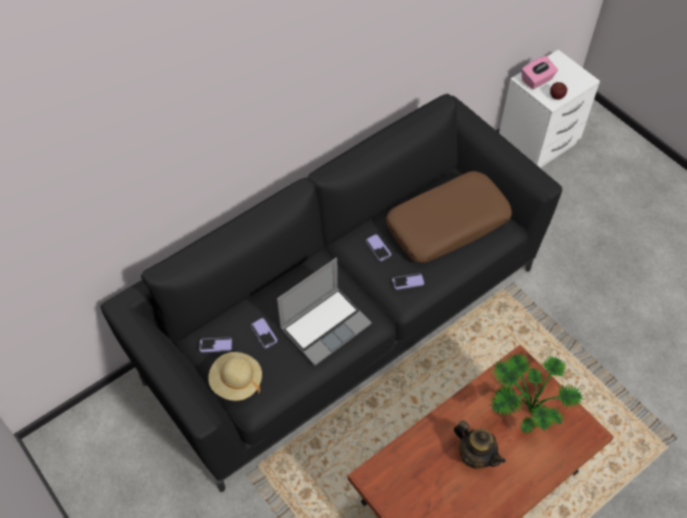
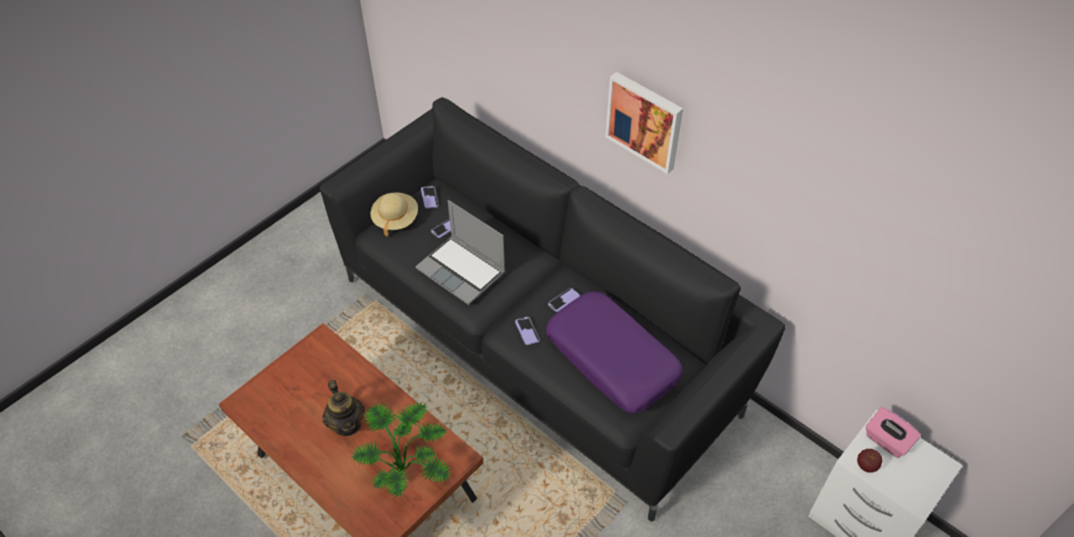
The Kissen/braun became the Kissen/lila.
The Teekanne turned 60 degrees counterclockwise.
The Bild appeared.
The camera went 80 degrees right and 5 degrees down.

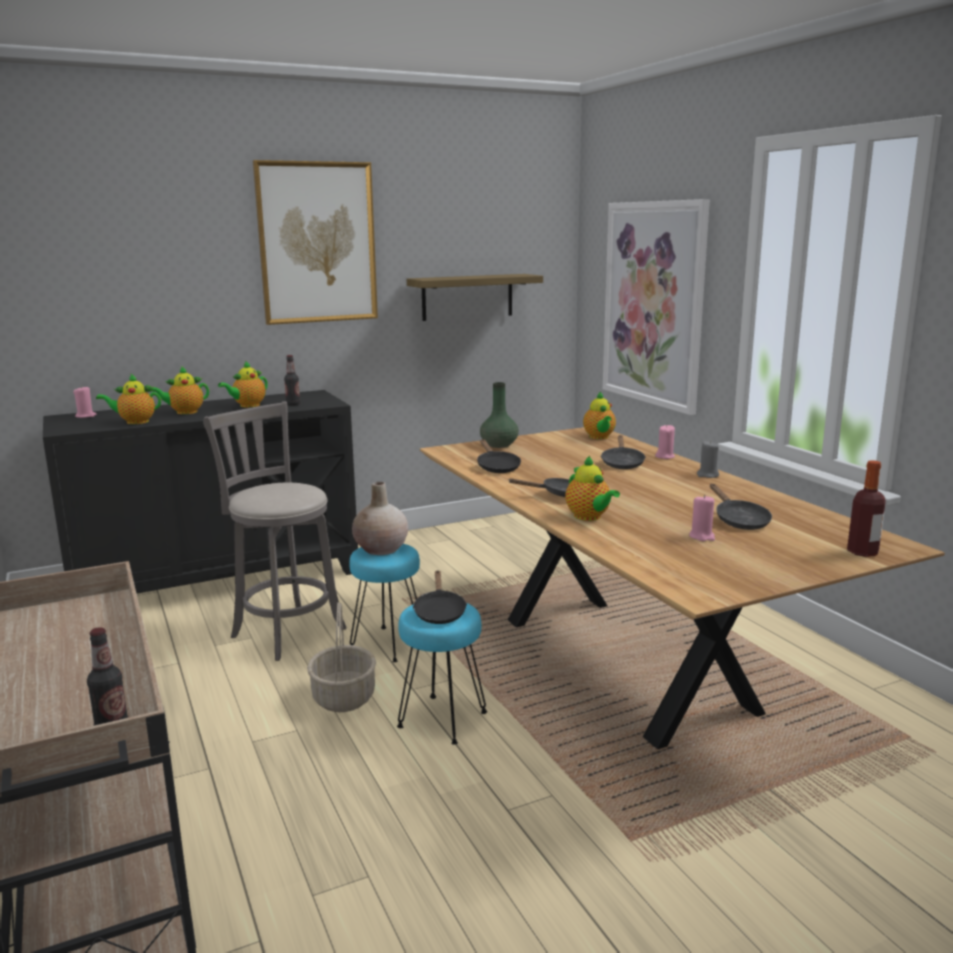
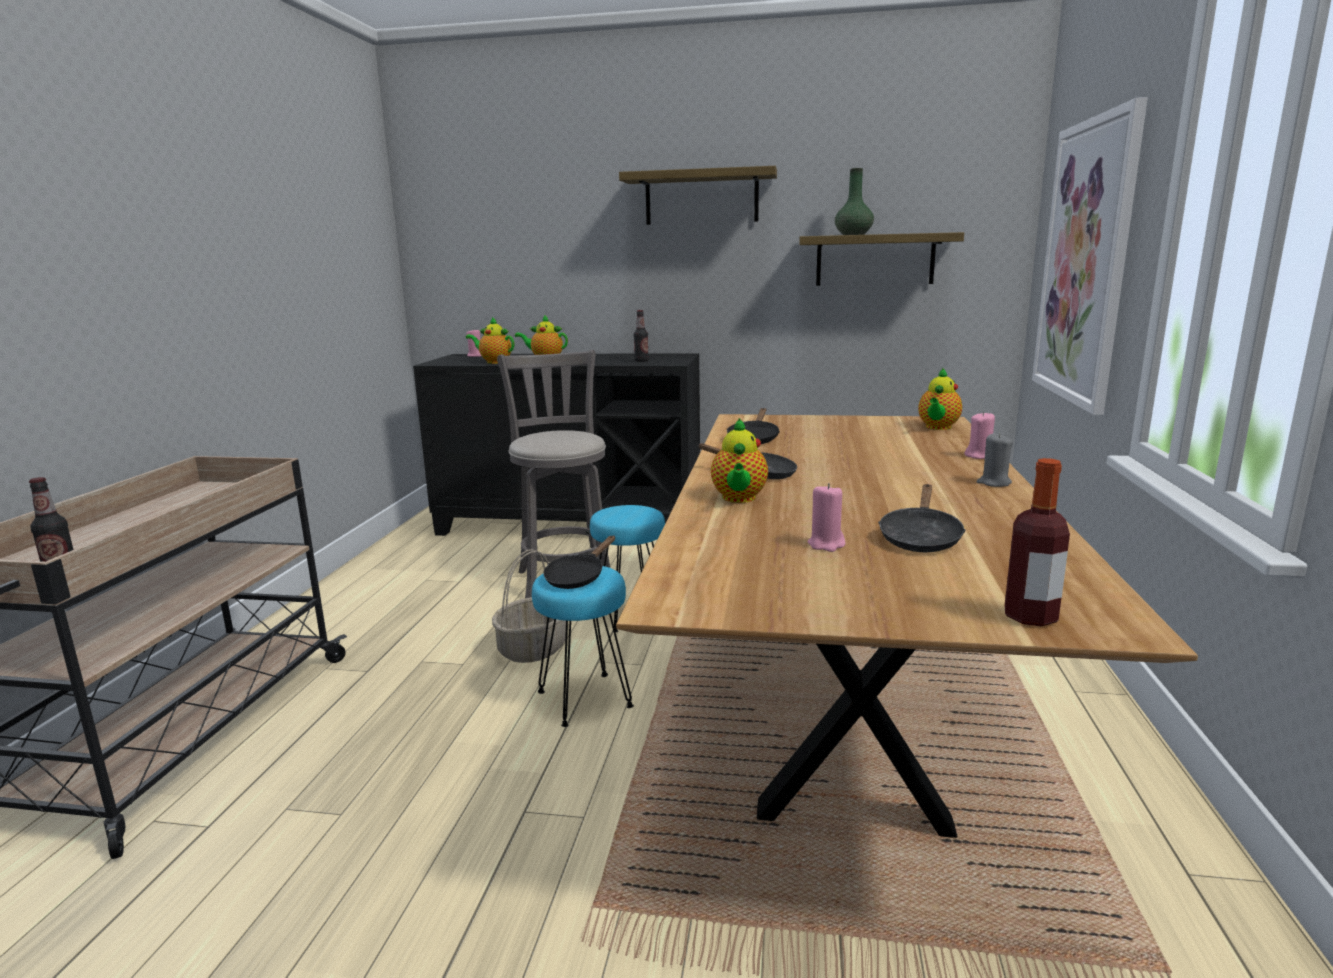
The Bild (no. 1 from left) was replaced by the Wandregal (no. 1 from left).
The Teekanne (no. 3 from left) disappeared.
The Vase/grün moved.
The Pfanne/schwarz (no. 4 from left) disappeared.
The Vase/beige disappeared.
The camera went 35 degrees right and 0 degrees up.

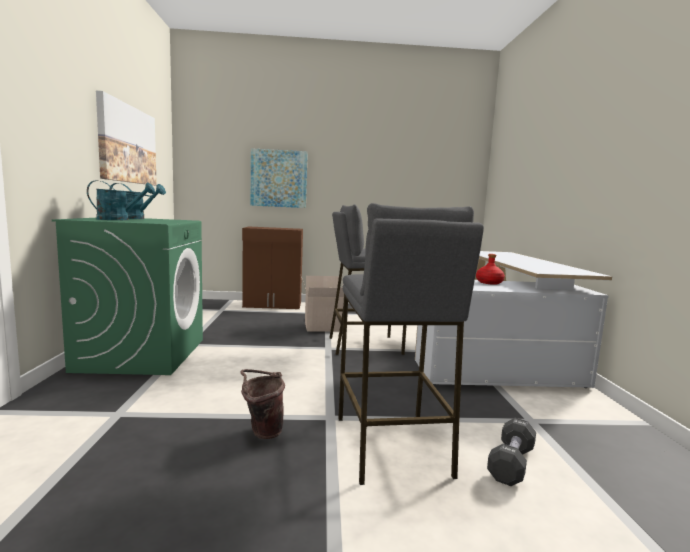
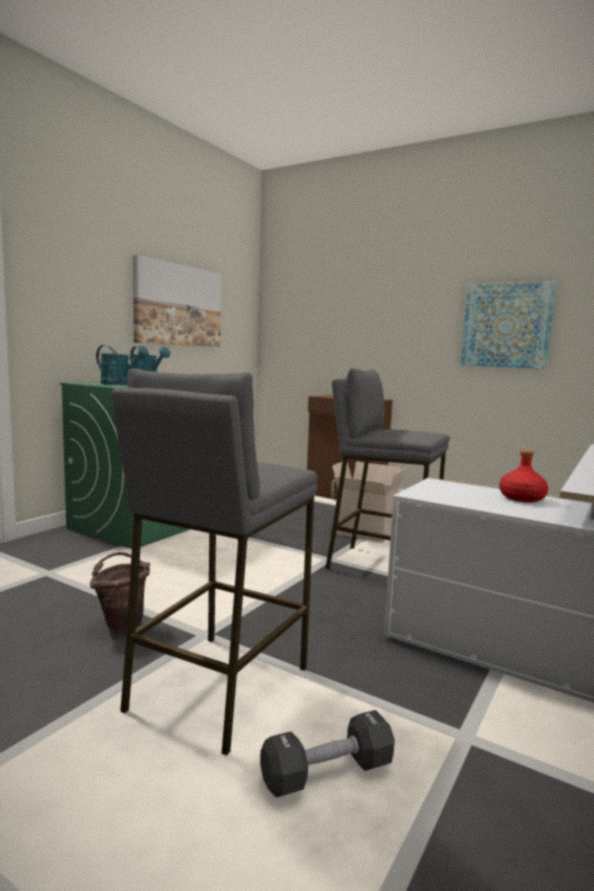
The Bild (no. 2 from left) moved.
The camera went 35 degrees right and 0 degrees up.

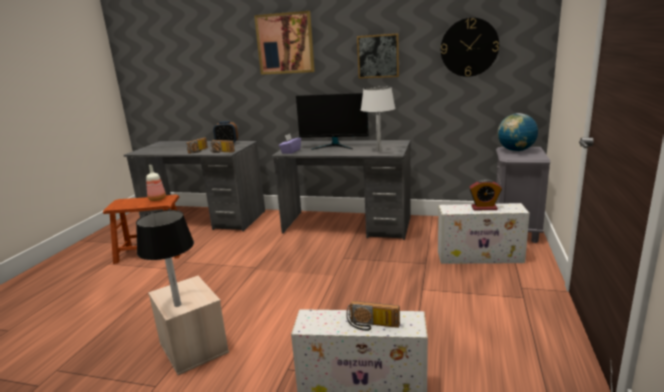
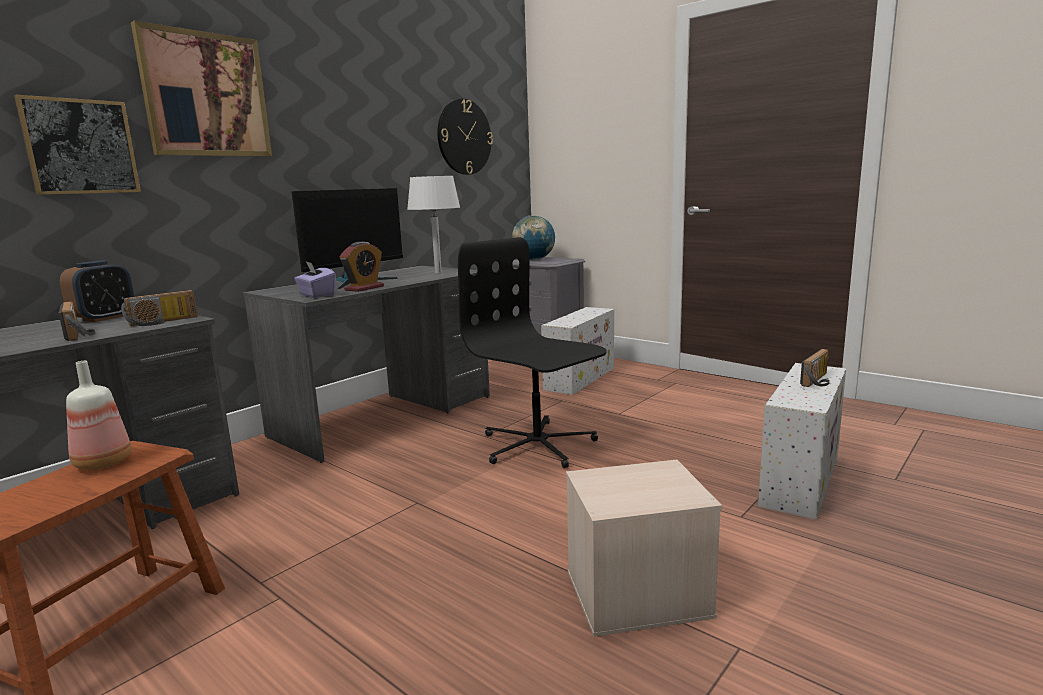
The Bild (no. 2 from left in the first image) moved.
The Wecker (no. 2 from left) moved.
The Tischlampe/schwarz disappeared.
The Bürostuhl/schwarz appeared.
The camera went 65 degrees left and 5 degrees down.

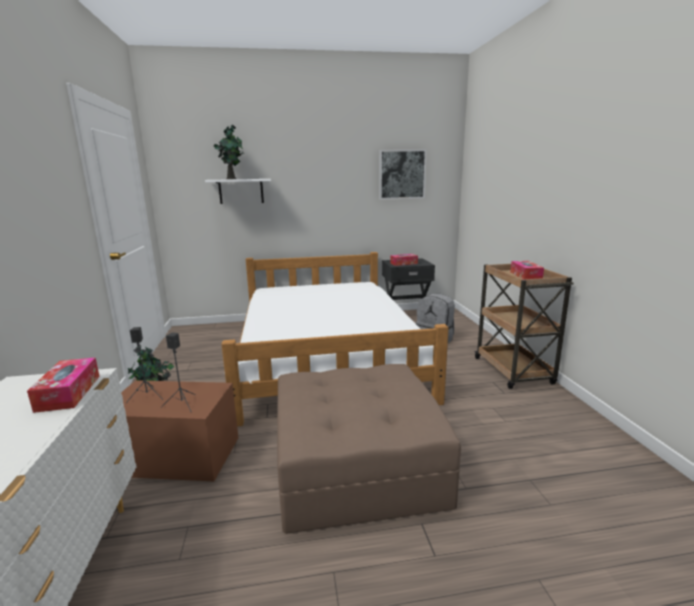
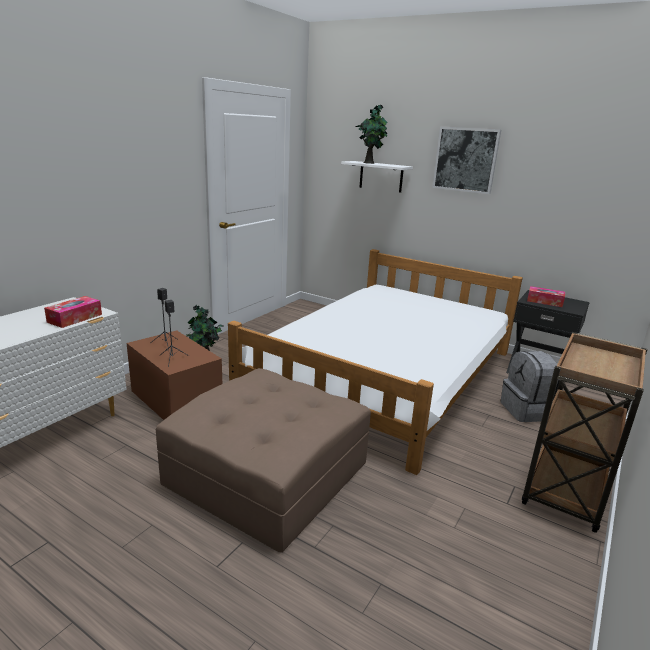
The Bild moved.
The Taschentuchbox (no. 3 from left) disappeared.
The camera went 40 degrees right and 5 degrees up.

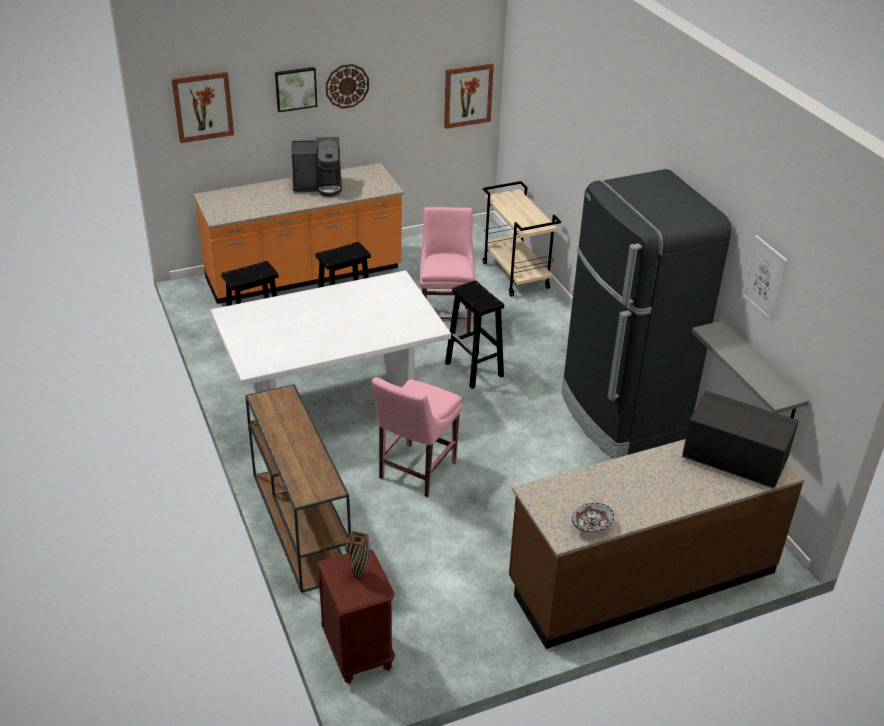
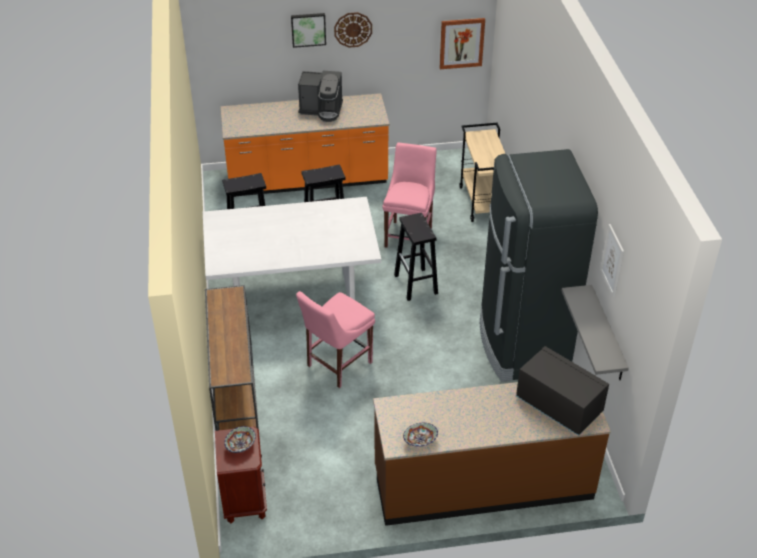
The Bild (no. 1 from left) disappeared.
The Vase/braun was replaced by the Schüssel (no. 1 from left).
The camera went 15 degrees right and 5 degrees up.

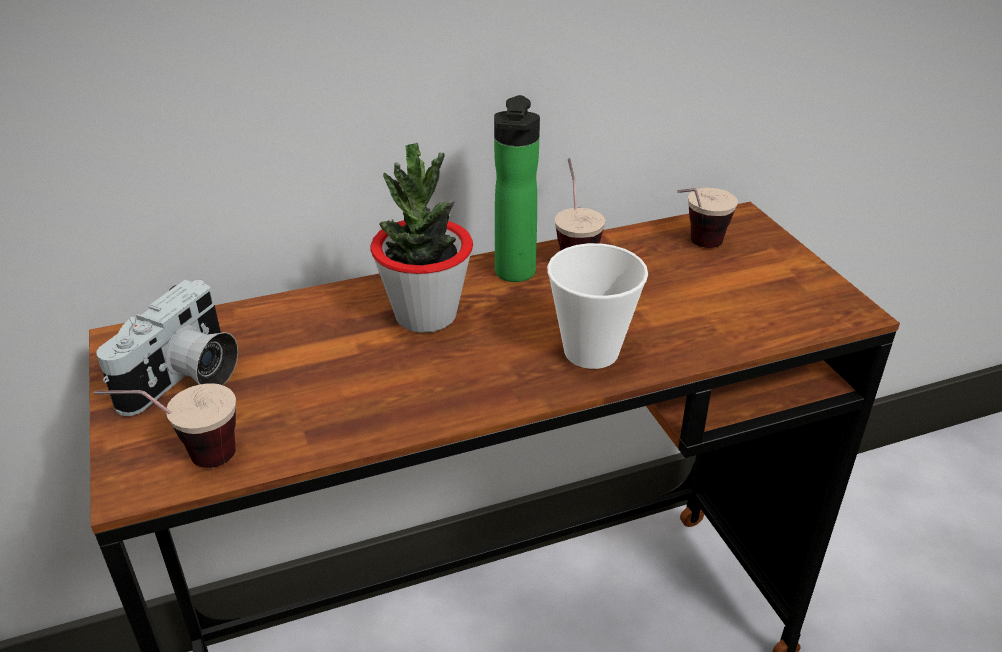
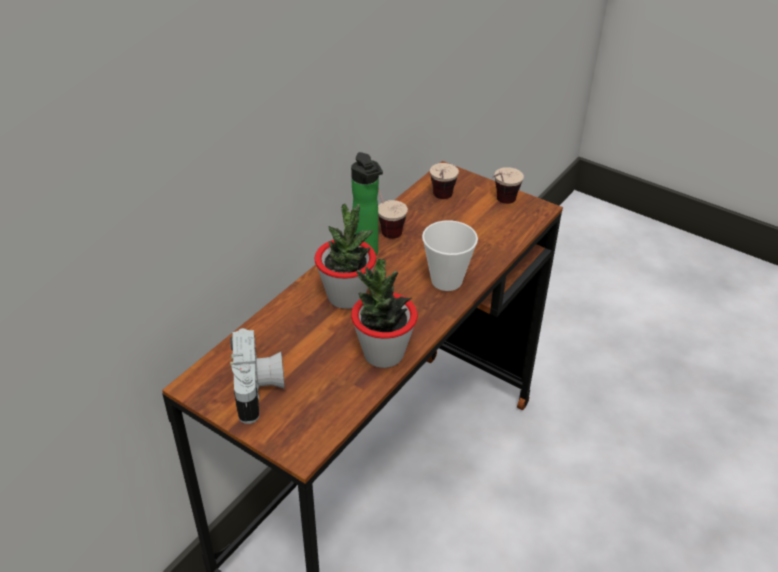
The Tasse (no. 1 from left in the first image) moved.
The Topfpflanze (no. 2 from left) appeared.
The camera went 35 degrees left and 5 degrees up.

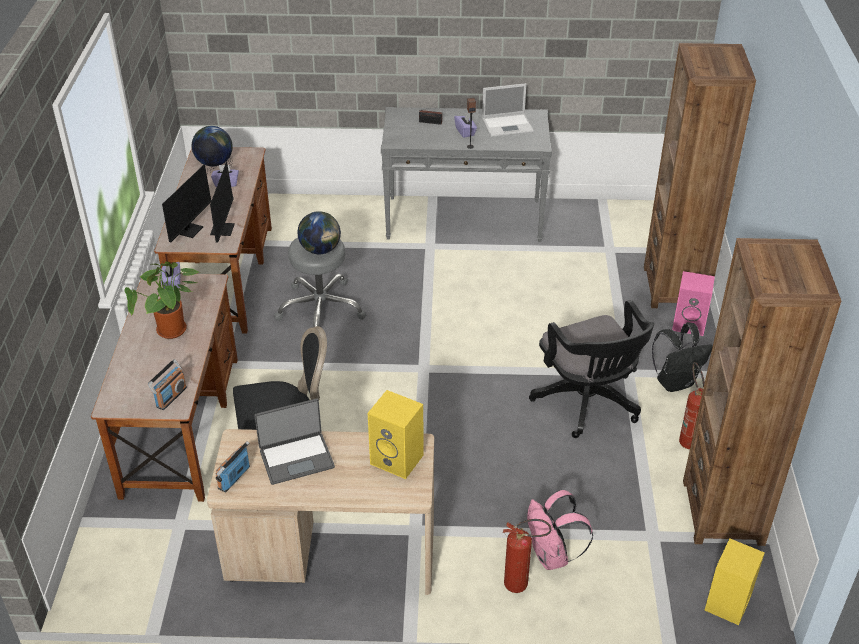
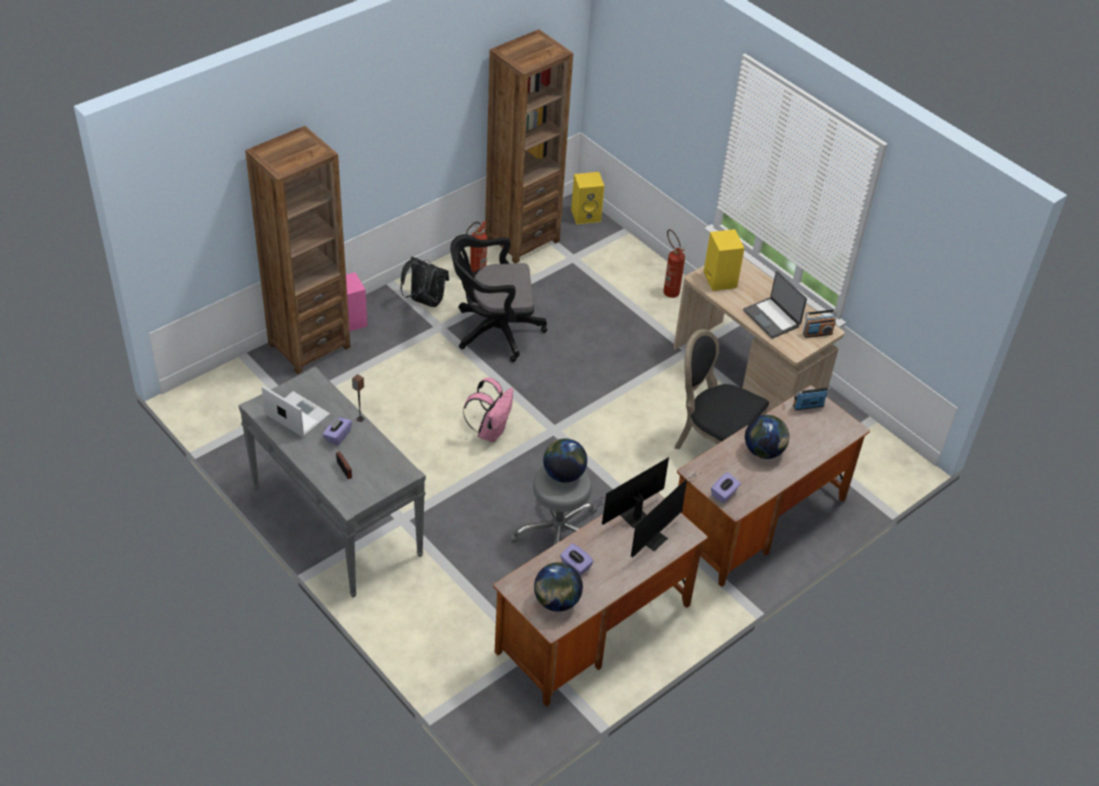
The Monitor (no. 1 from left in the first image) turned 150 degrees clockwise.
The Topfpflanze was replaced by the Globus (no. 3 from left).
The Bürostuhl/schwarz turned 120 degrees counterclockwise.
The Laptop (no. 1 from left in the first image) turned 150 degrees counterclockwise.
The Rucksack/rosa moved.
The camera went 135 degrees left and 5 degrees up.

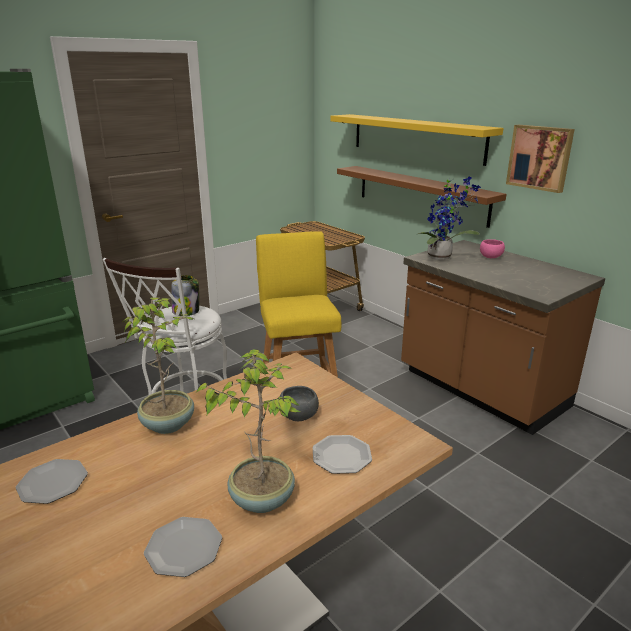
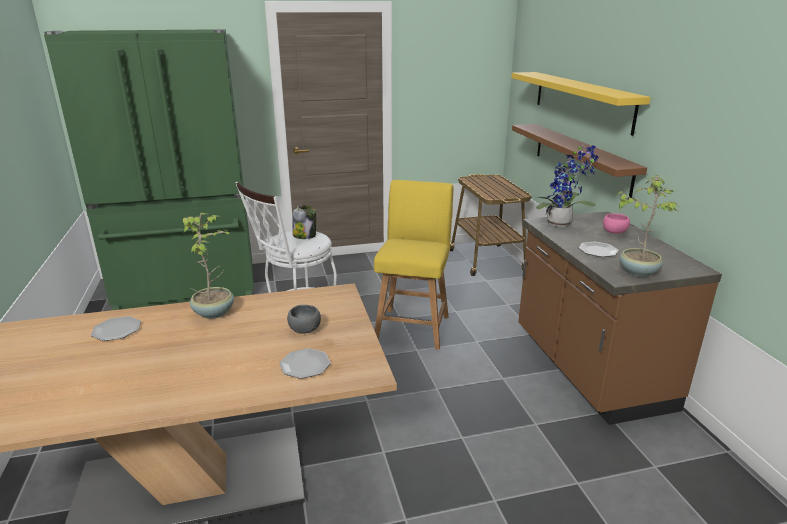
The Bild disappeared.
The Topfpflanze (no. 2 from left in the first image) moved.
The Teller (no. 2 from left in the first image) moved.
The camera went 25 degrees right and 0 degrees up.

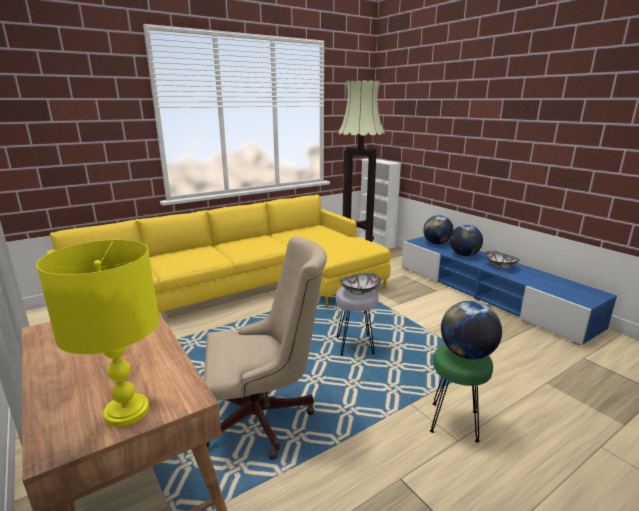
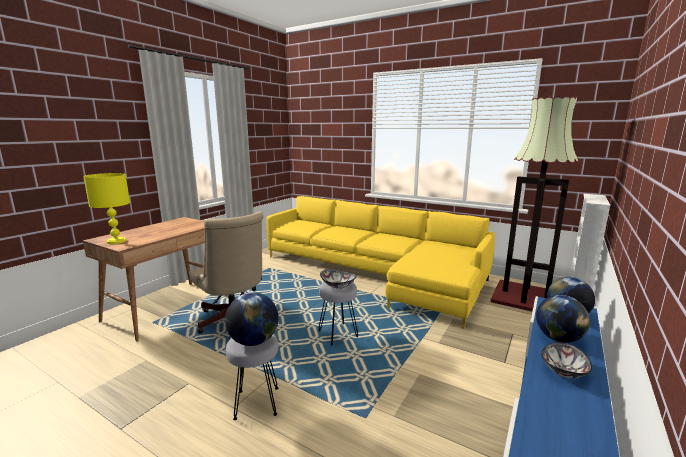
The Hocker/grün became the Hocker/grau (no. 1 from left).
The camera went 65 degrees right and 5 degrees down.

